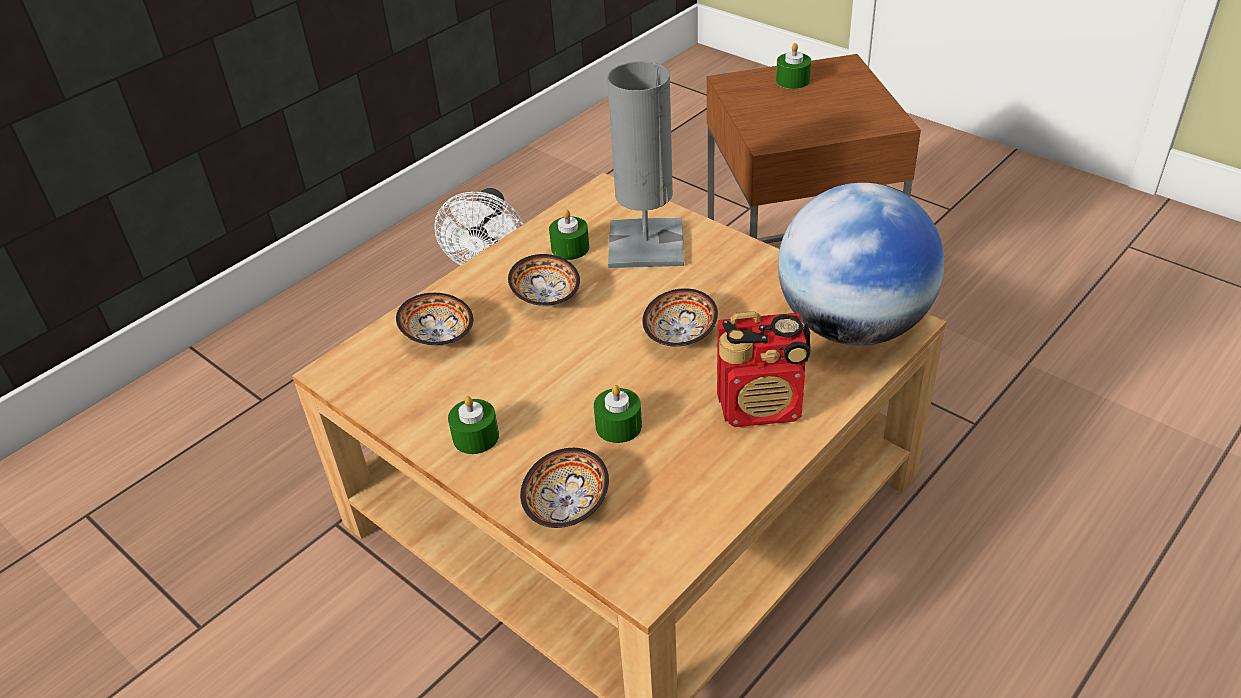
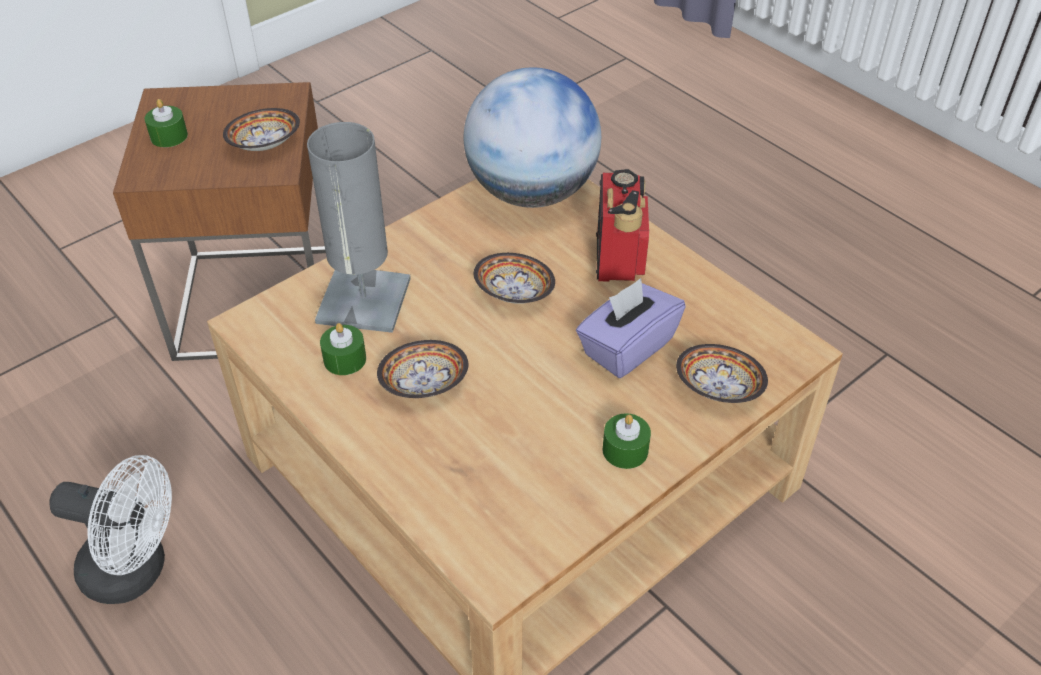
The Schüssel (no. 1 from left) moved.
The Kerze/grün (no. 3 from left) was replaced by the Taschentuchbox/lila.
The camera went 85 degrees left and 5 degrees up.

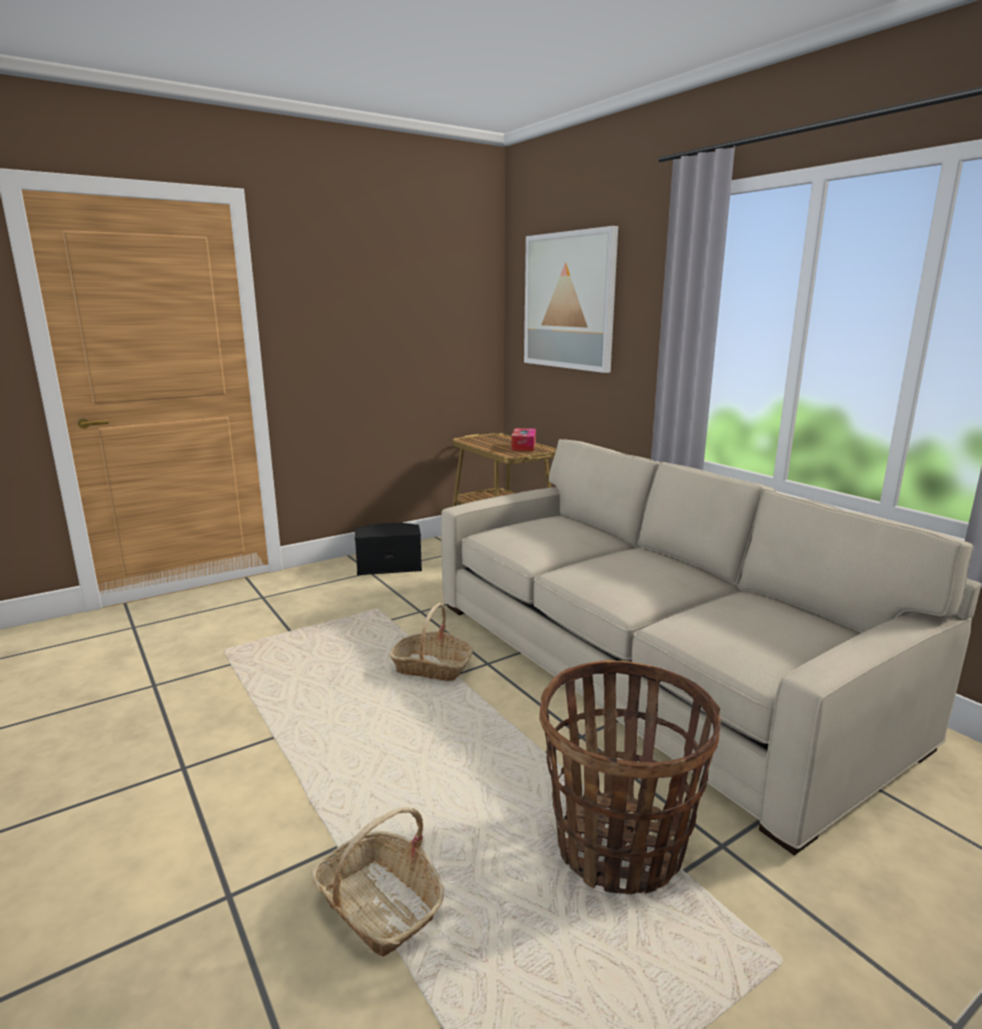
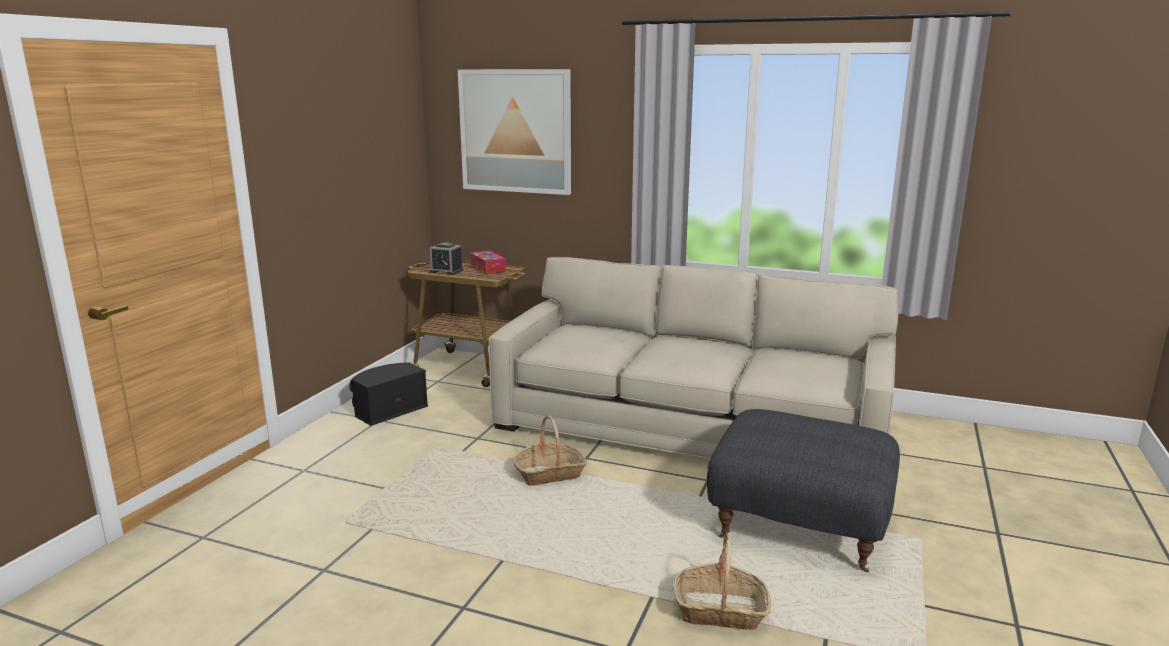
The Korb (no. 3 from left) was replaced by the Polsterhocker/grau.
The Wecker appeared.
The camera went 35 degrees left and 0 degrees up.

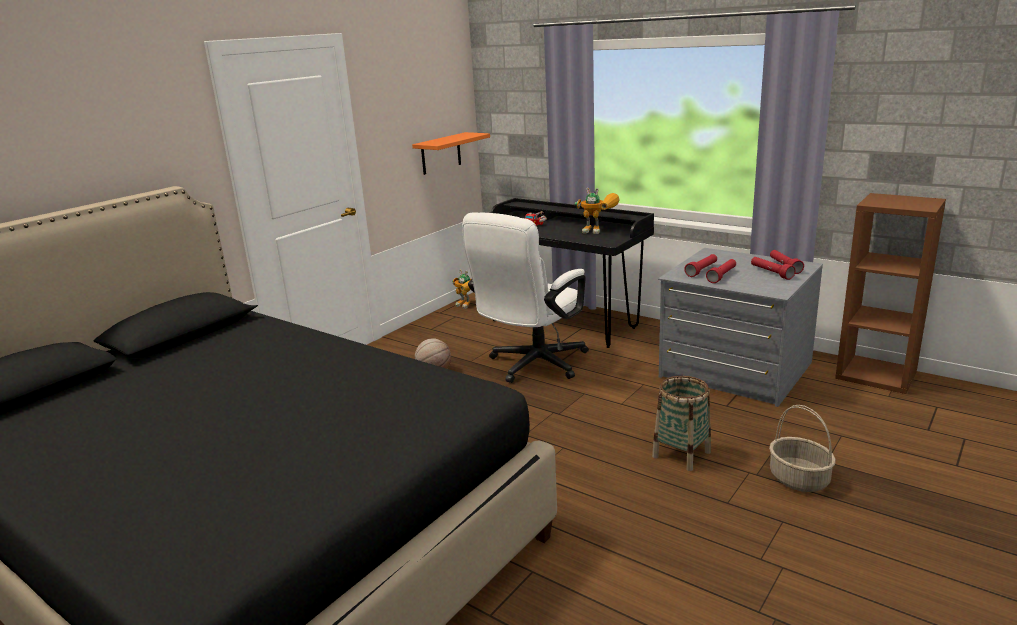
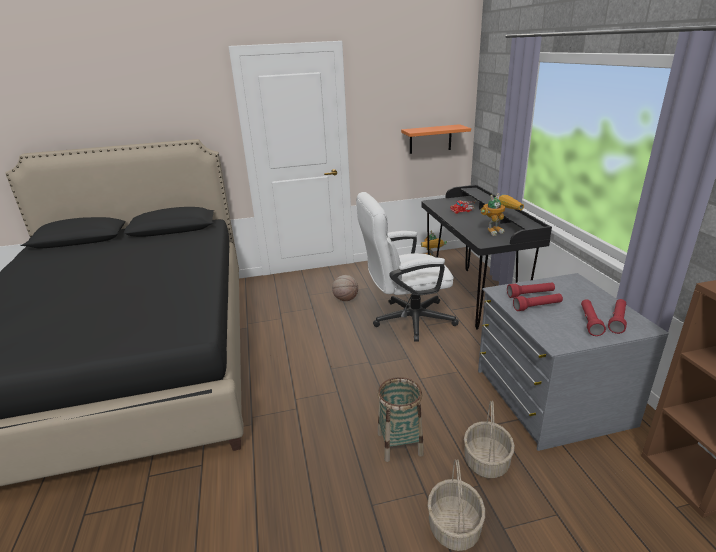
The Spielzeugroboter (no. 2 from left) turned 90 degrees counterclockwise.
The Korb (no. 3 from left) appeared.
The camera went 40 degrees right and 5 degrees up.

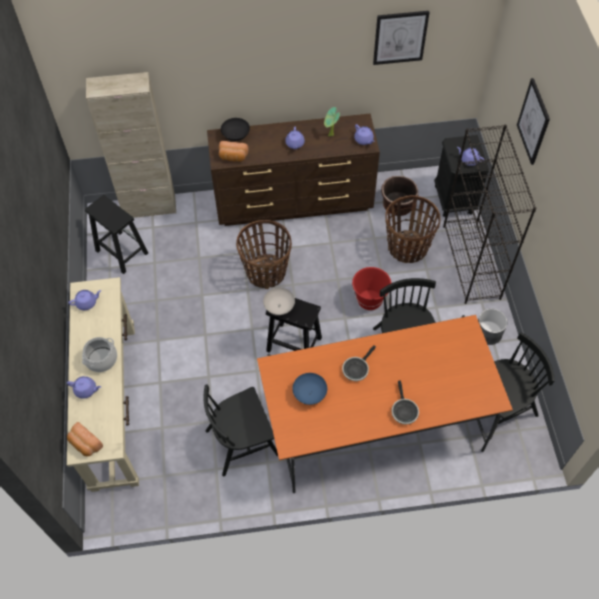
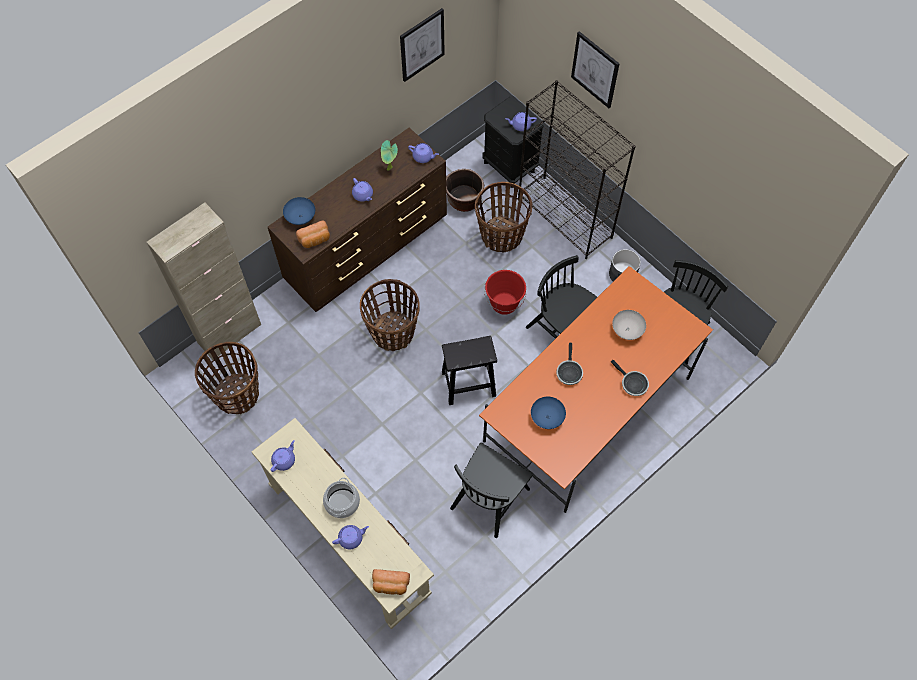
The Schüssel/schwarz became the Schüssel/blau (no. 1 from left).
The Hocker/schwarz (no. 1 from left) was replaced by the Korb (no. 1 from left).
The Schüssel/weiß moved.
The camera went 35 degrees left and 5 degrees up.

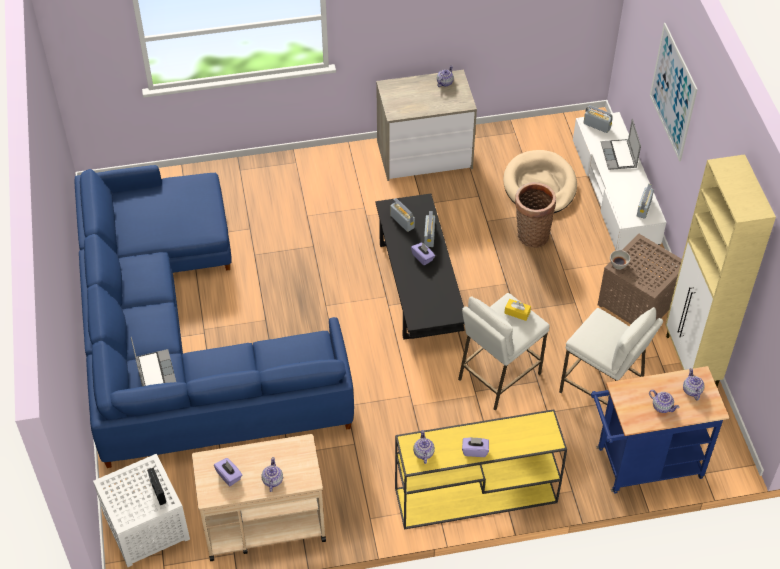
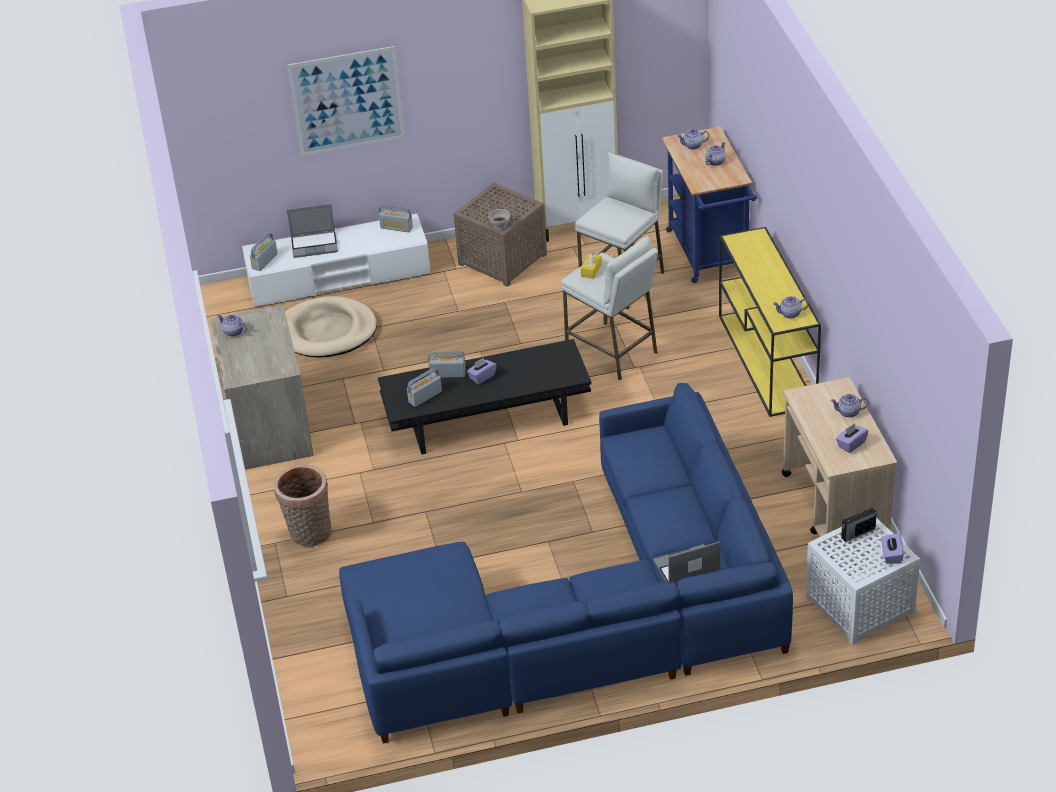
The Korb moved.
The Taschentuchbox/lila (no. 3 from left) moved.
The camera went 90 degrees left and 10 degrees down.

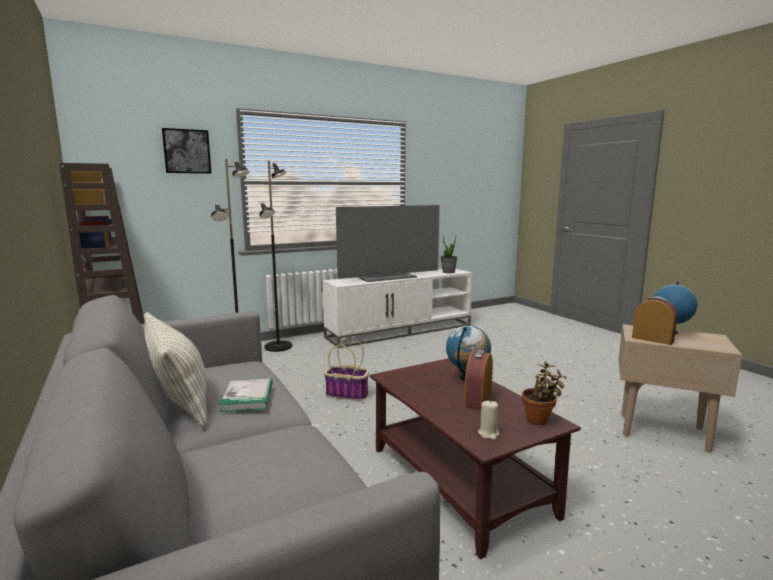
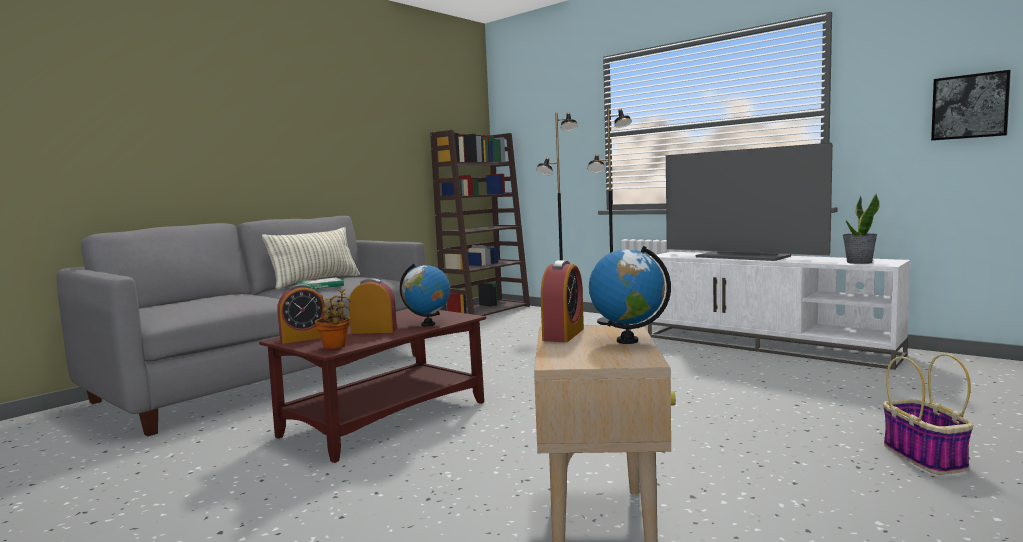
The Bild moved.
The Korb moved.
The Kerze/beige was replaced by the Wecker (no. 1 from left).
The camera went 70 degrees right and 5 degrees down.

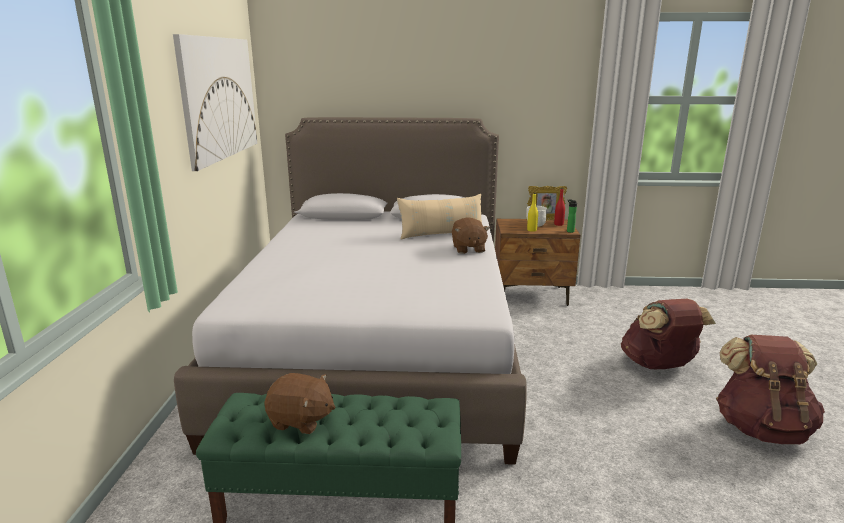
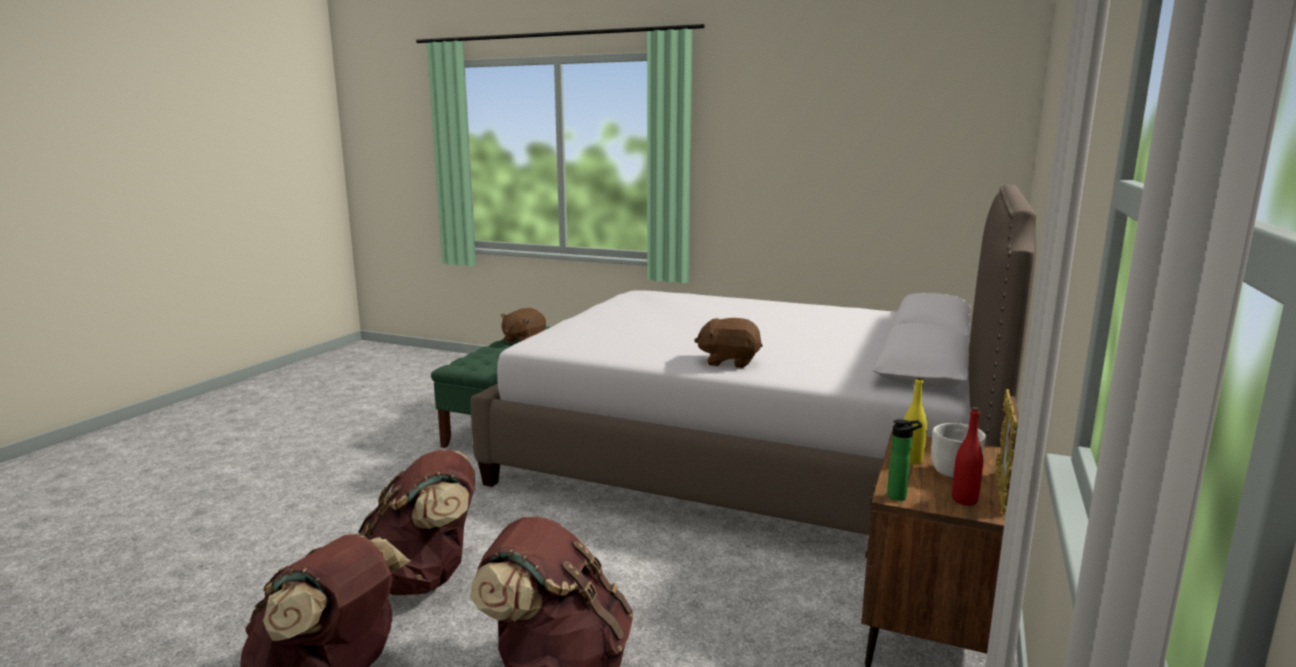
The Bild disappeared.
The Kissen/beige disappeared.
The Rucksack/braun (no. 2 from left) appeared.
The camera went 110 degrees right and 5 degrees down.

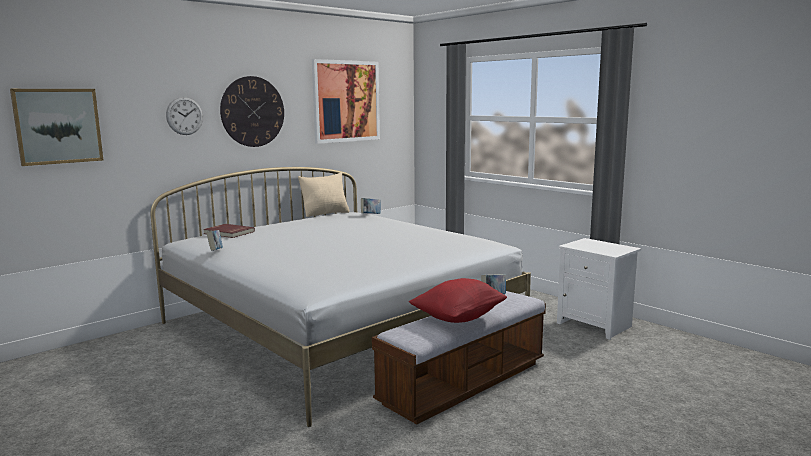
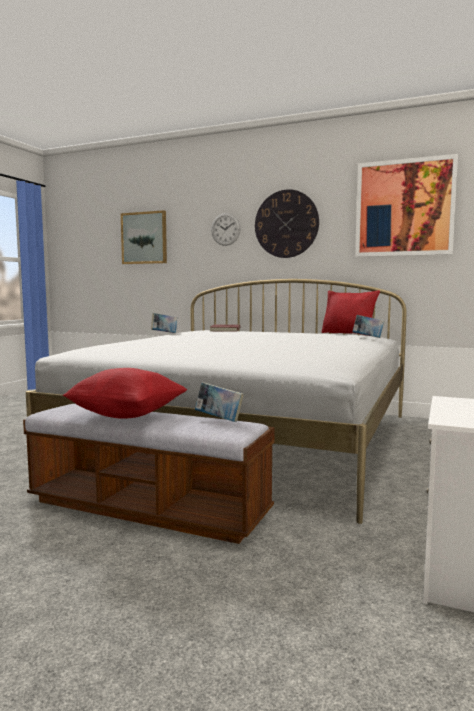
The Kissen/beige became the Kissen/rot (no. 2 from left).
The camera went 65 degrees right and 5 degrees down.

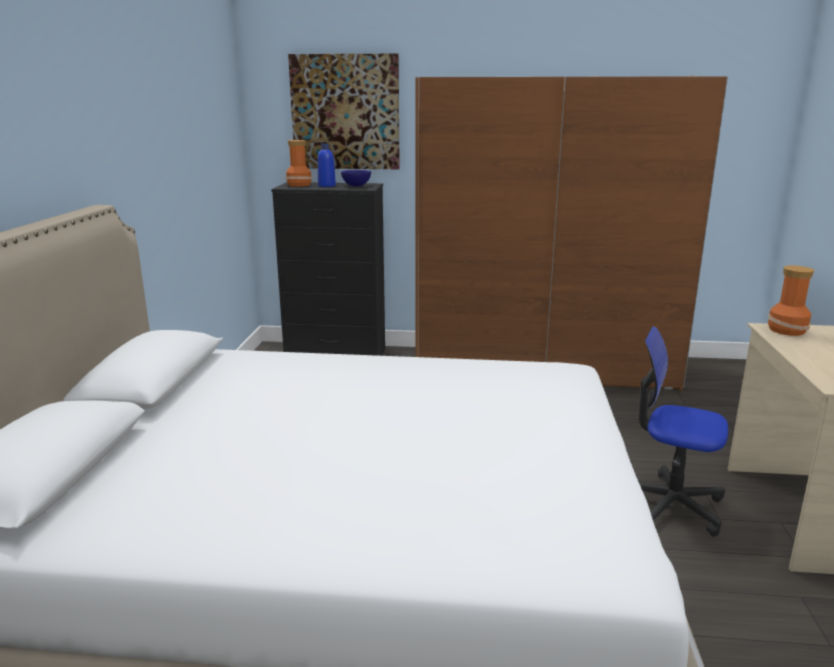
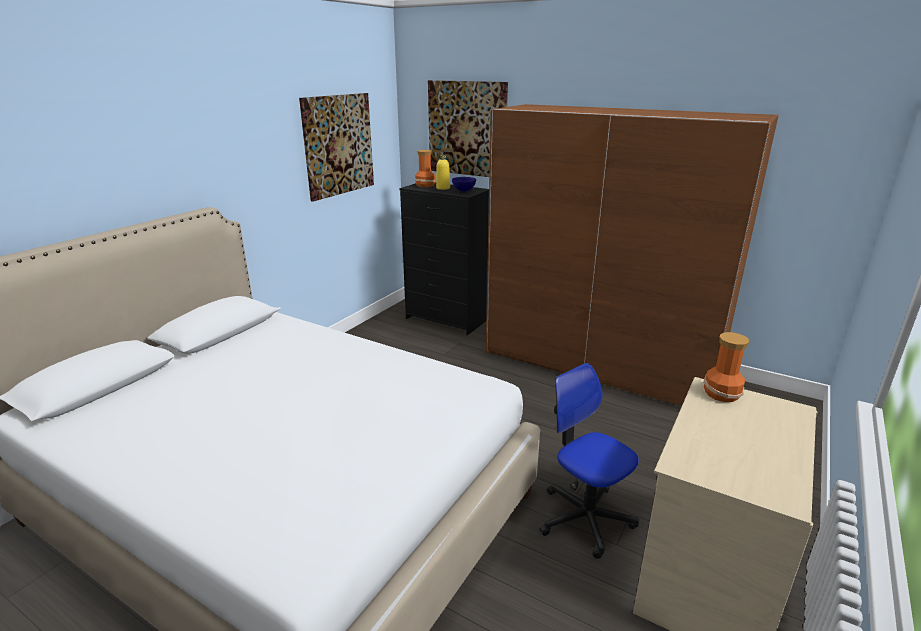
The Flasche/blau became the Flasche/gelb.
The Bild (no. 1 from left) appeared.
The camera went 25 degrees right and 5 degrees up.

